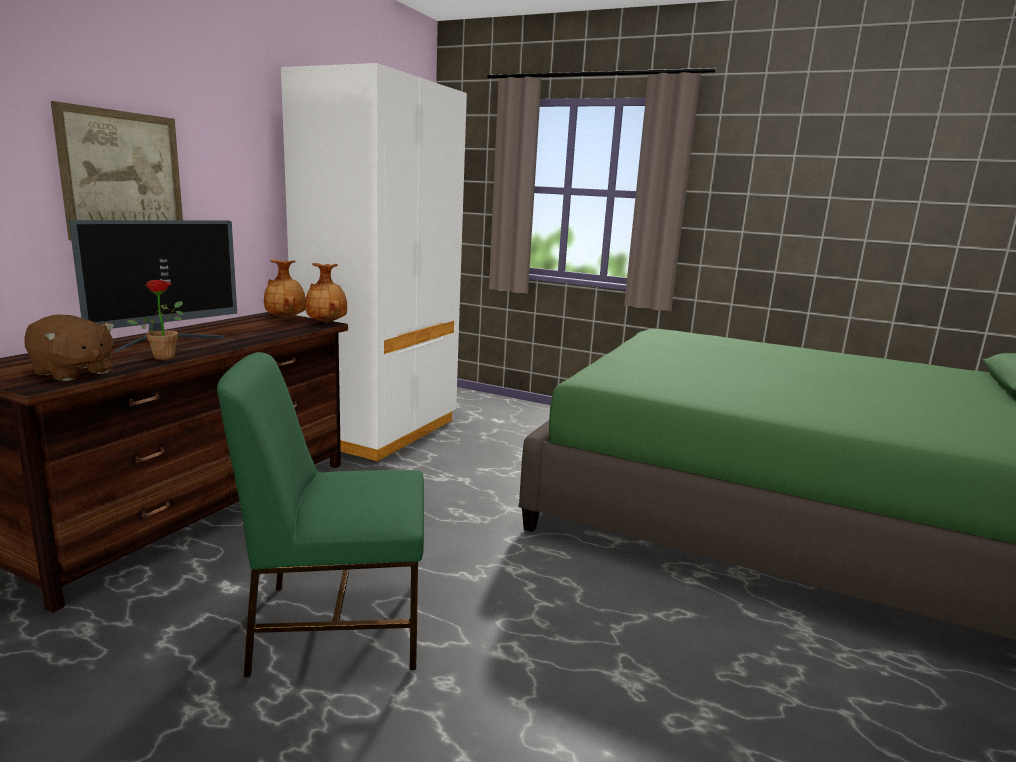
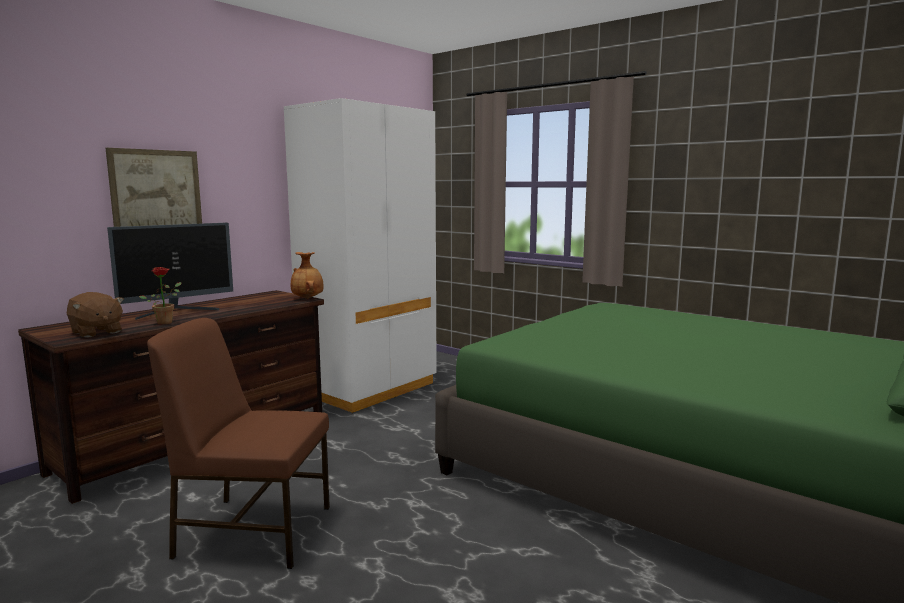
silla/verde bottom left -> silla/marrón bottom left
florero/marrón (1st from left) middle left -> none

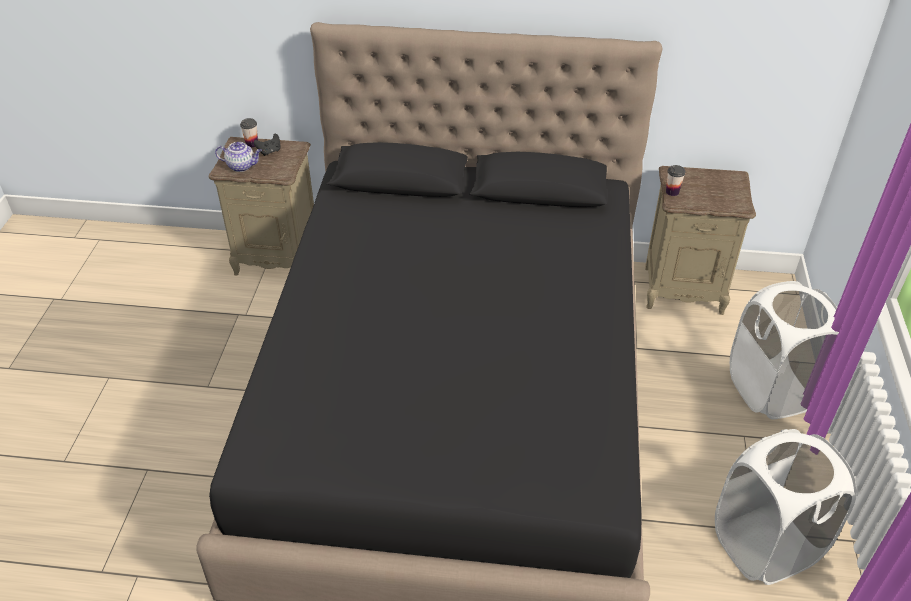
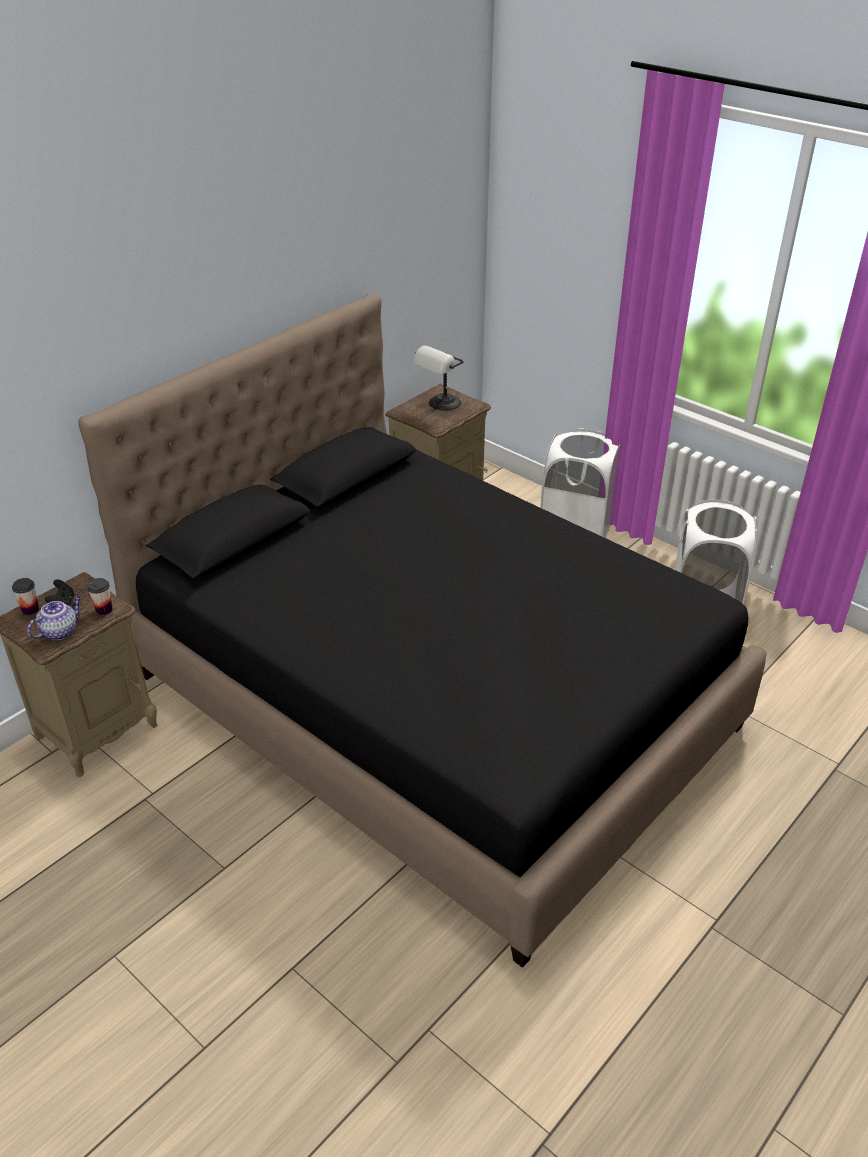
taza (2nd from left) top right -> taza (2nd from left) middle left, move
none -> lámpara de mesa top centre

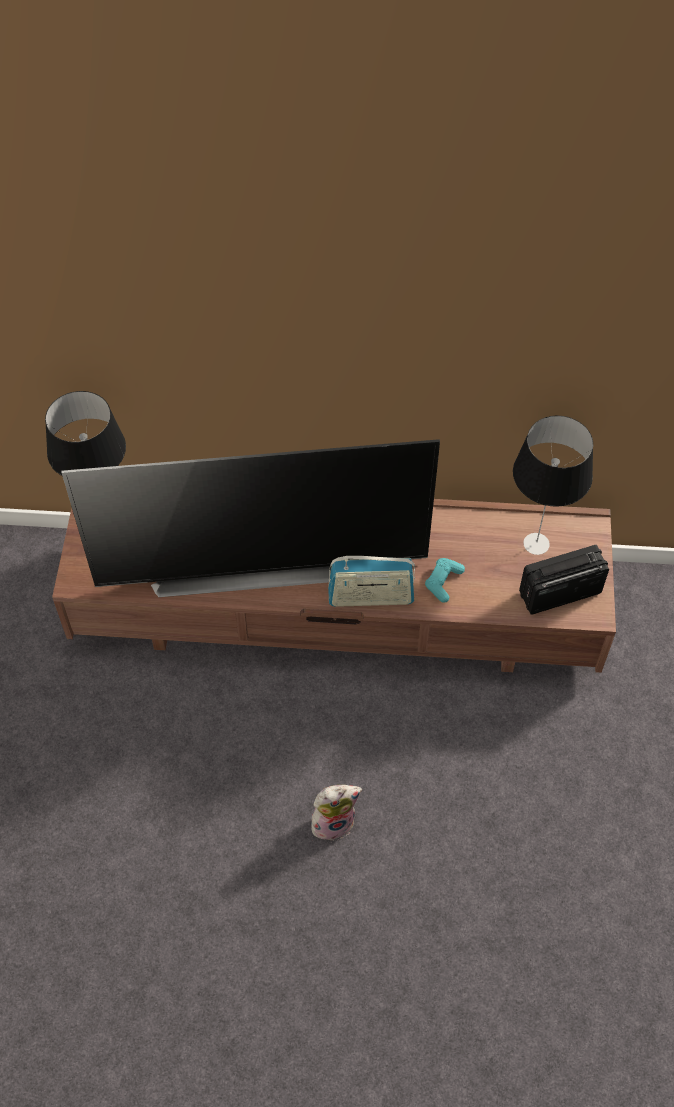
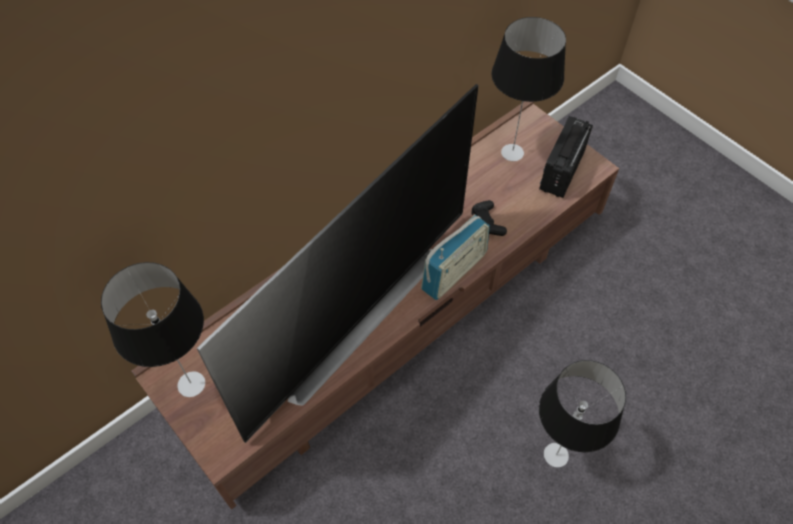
mando de consola/turquesa centre -> mando de consola/negro centre
peluche bottom centre -> lámpara de mesa (3rd from left) bottom right

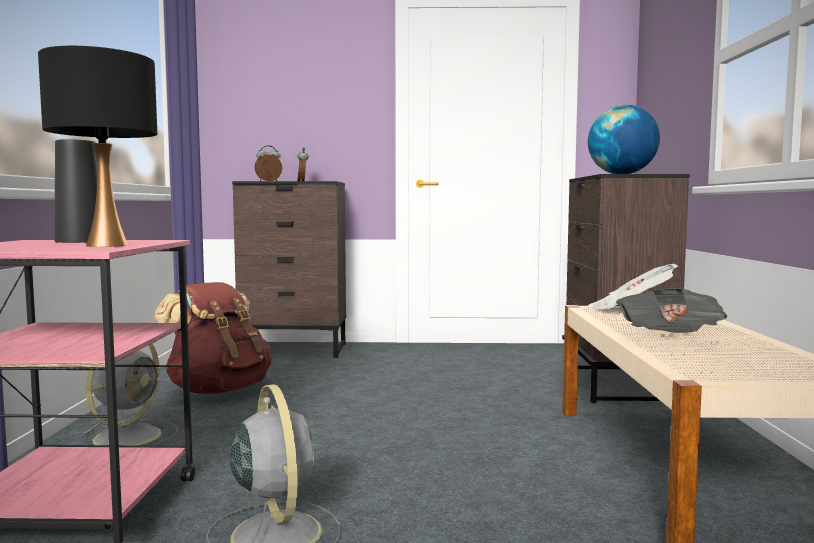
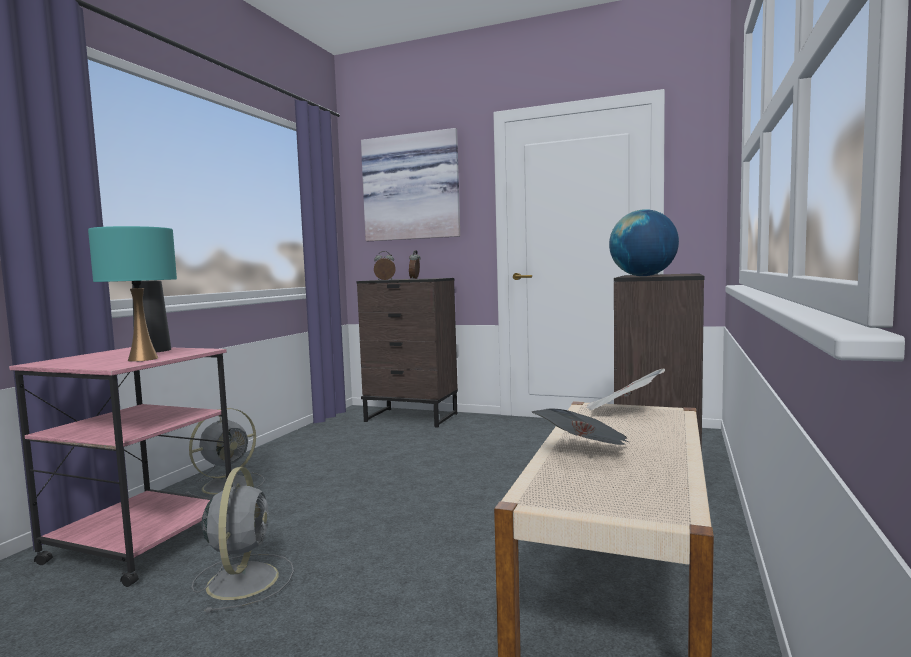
lámpara de mesa/negro top left -> lámpara de mesa/turquesa middle left
none -> cuadro top centre
mochila/marrón middle left -> none

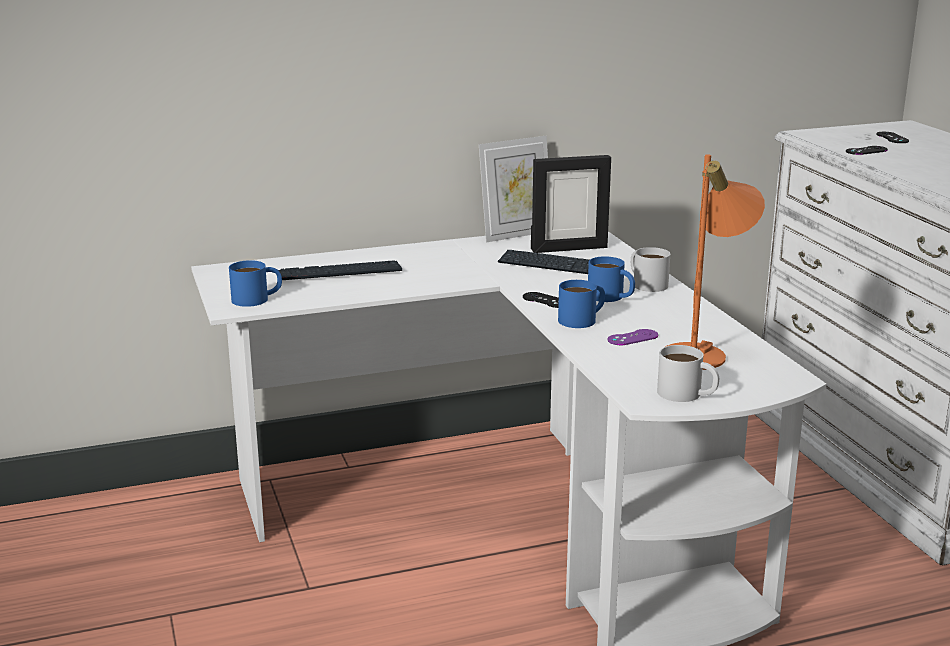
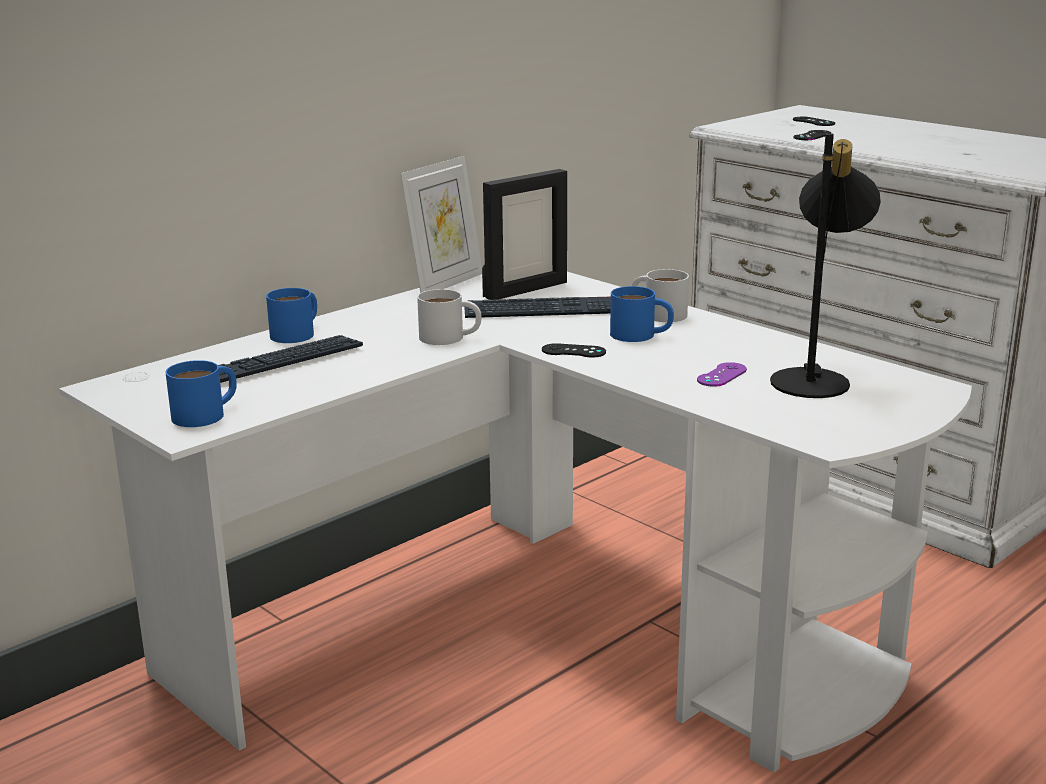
taza grande/azul (2nd from left) centre -> taza grande/azul (2nd from left) middle left, move
taza grande/blanco (2nd from left in the first image) middle right -> taza grande/blanco (1st from left) centre, move
lámpara de mesa/naranja middle right -> lámpara de mesa/negro middle right

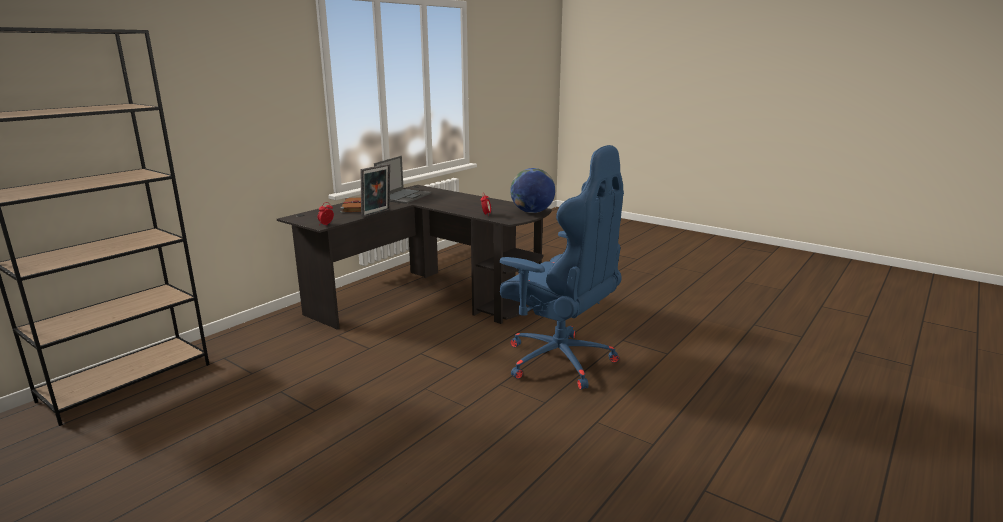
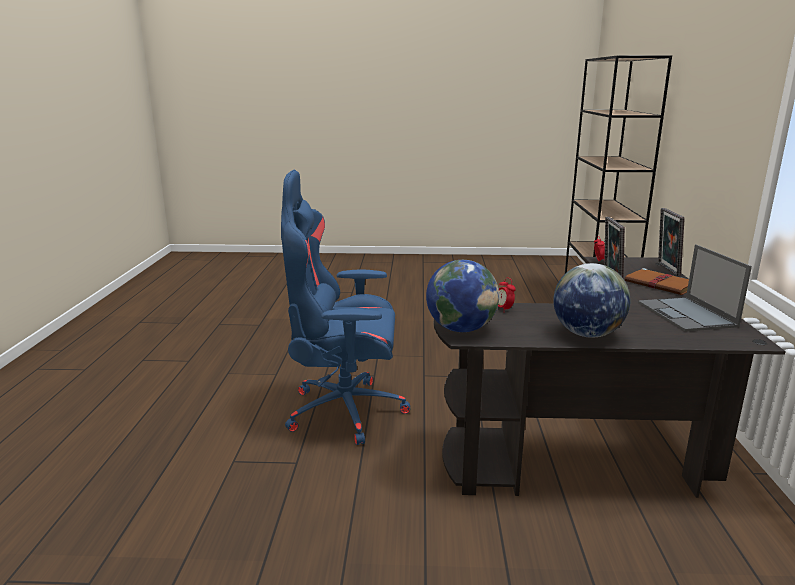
none -> globo terráqueo (2nd from left) middle right
none -> portarretratos (2nd from left) middle right

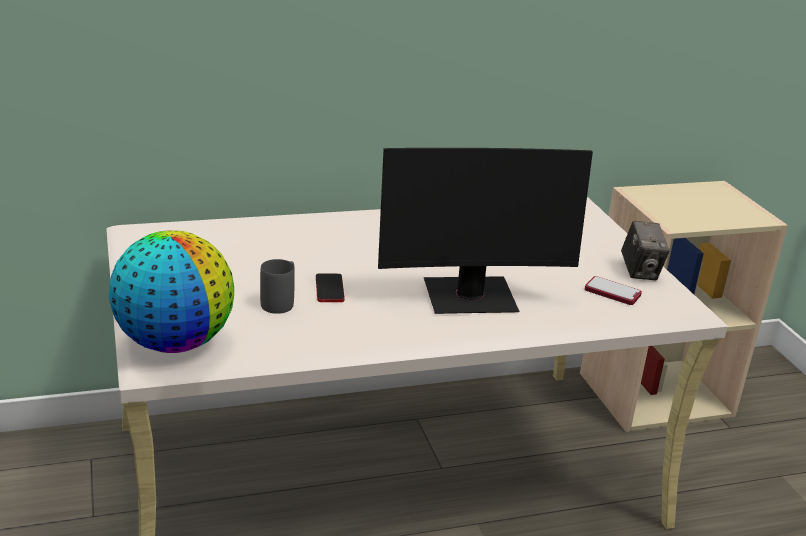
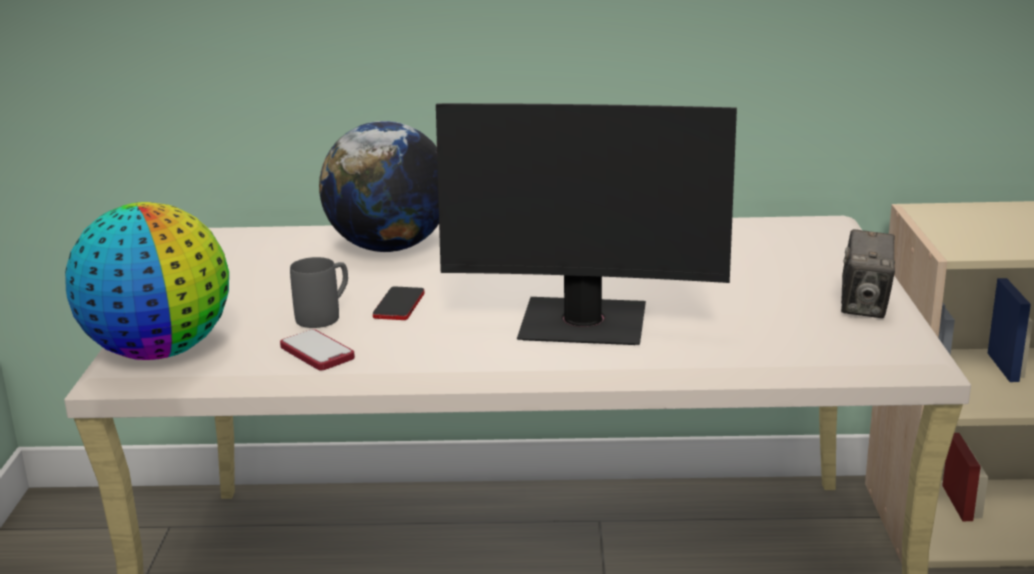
móvil (2nd from left in the first image) middle right -> móvil (1st from left) middle left, move
none -> globo terráqueo (2nd from left) top centre

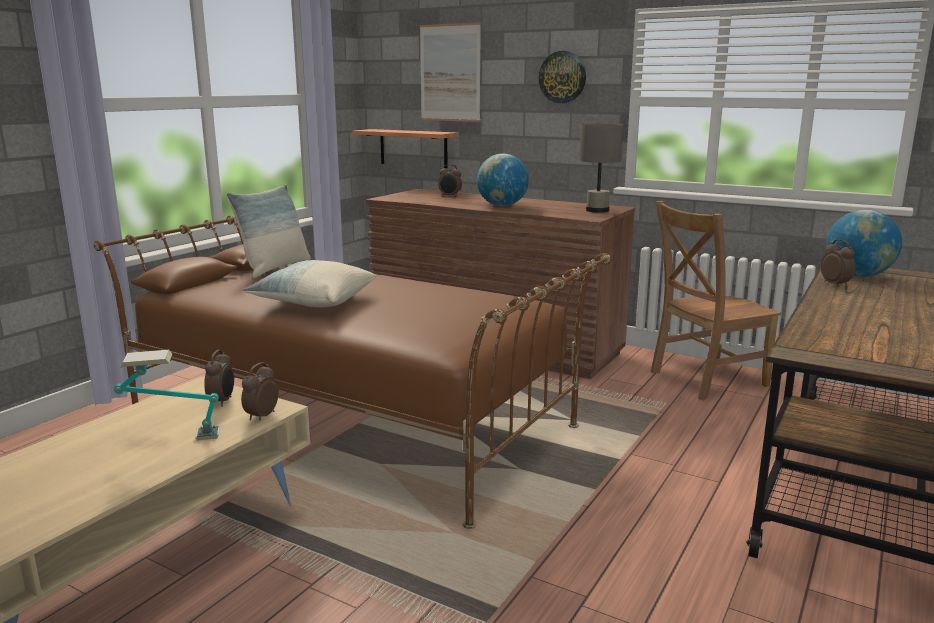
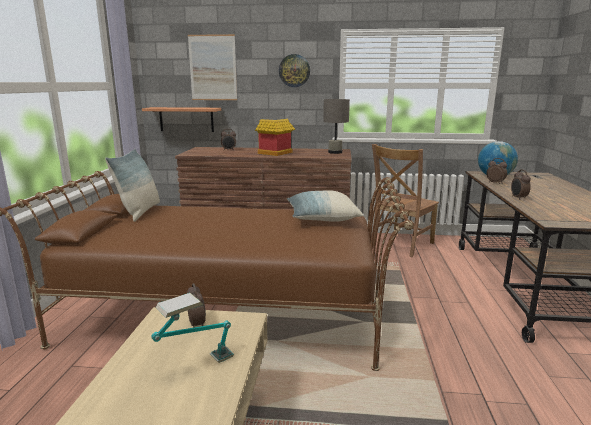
globo terráqueo (1st from left) top centre -> casita top centre
cojín (2nd from left) middle left -> cojín (2nd from left) centre, move
despertador (2nd from left in the first image) middle left -> despertador (4th from left) middle right, move

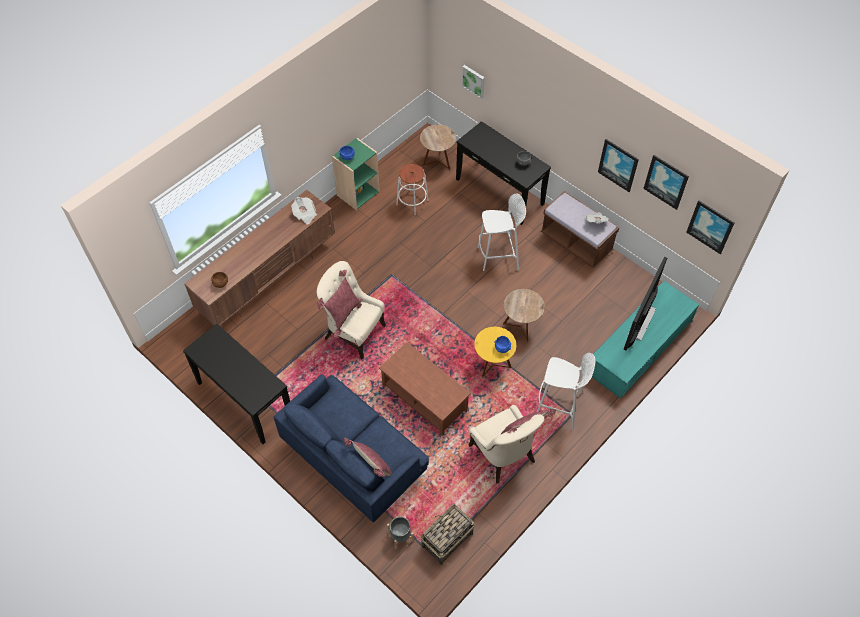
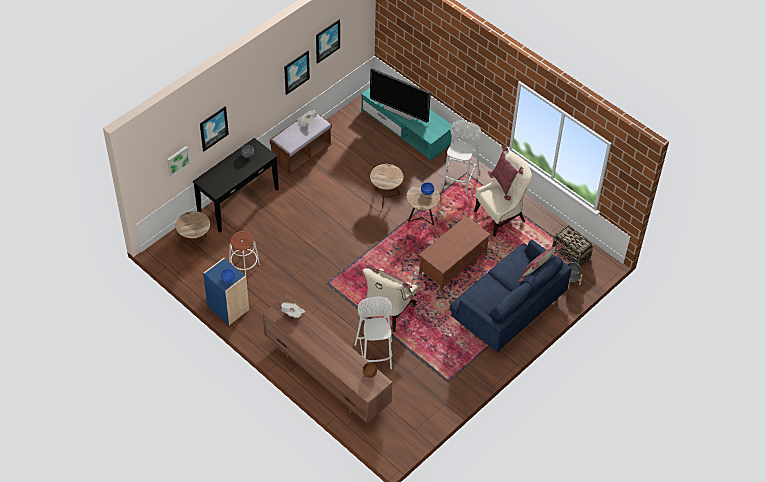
cuadro (4th from left in the first image) middle right -> cuadro (2nd from left) top left, move
estantería/verde top centre -> estantería/azul middle left
taburete/blanco (2nd from left) centre -> taburete/blanco (2nd from left) bottom centre, move
mesa auxiliar/amarillo centre -> mesa auxiliar/marrón (3rd from left) centre
mesa consola/negro (1st from left) middle left -> none

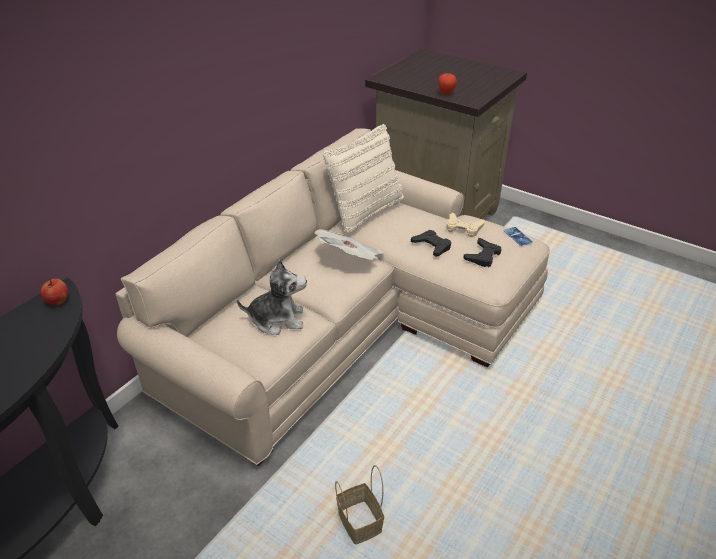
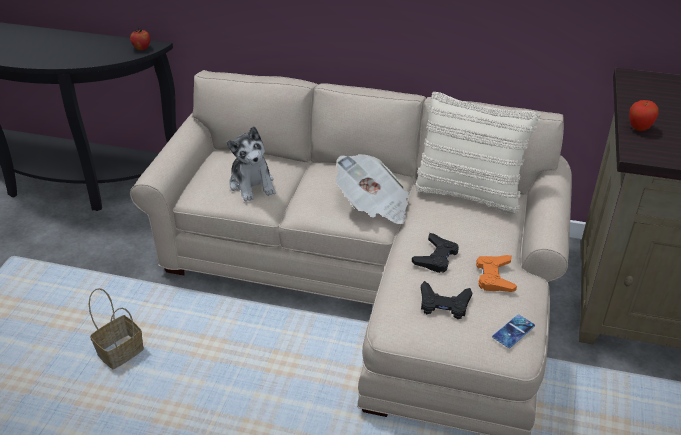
mando de consola/beis centre -> mando de consola/naranja middle right

